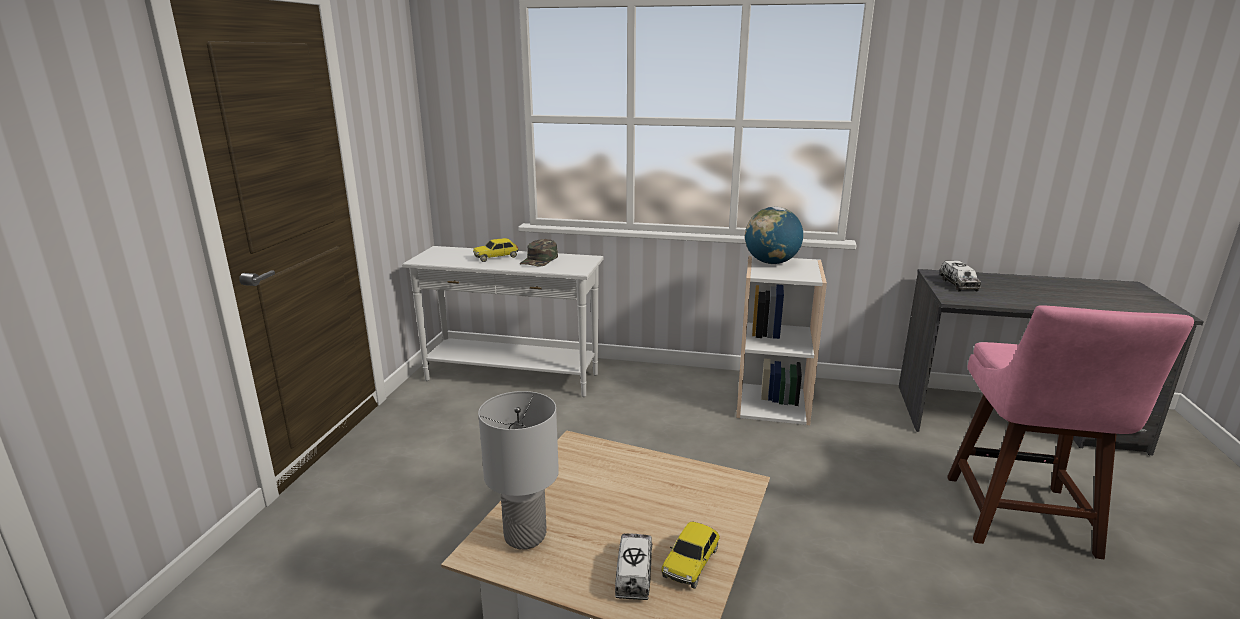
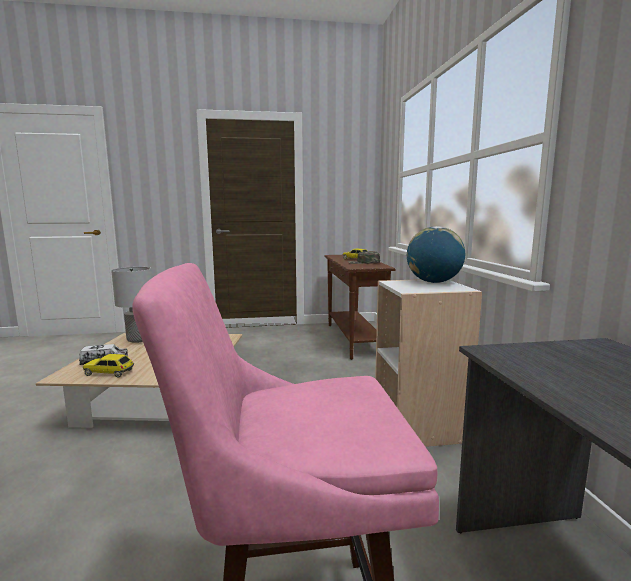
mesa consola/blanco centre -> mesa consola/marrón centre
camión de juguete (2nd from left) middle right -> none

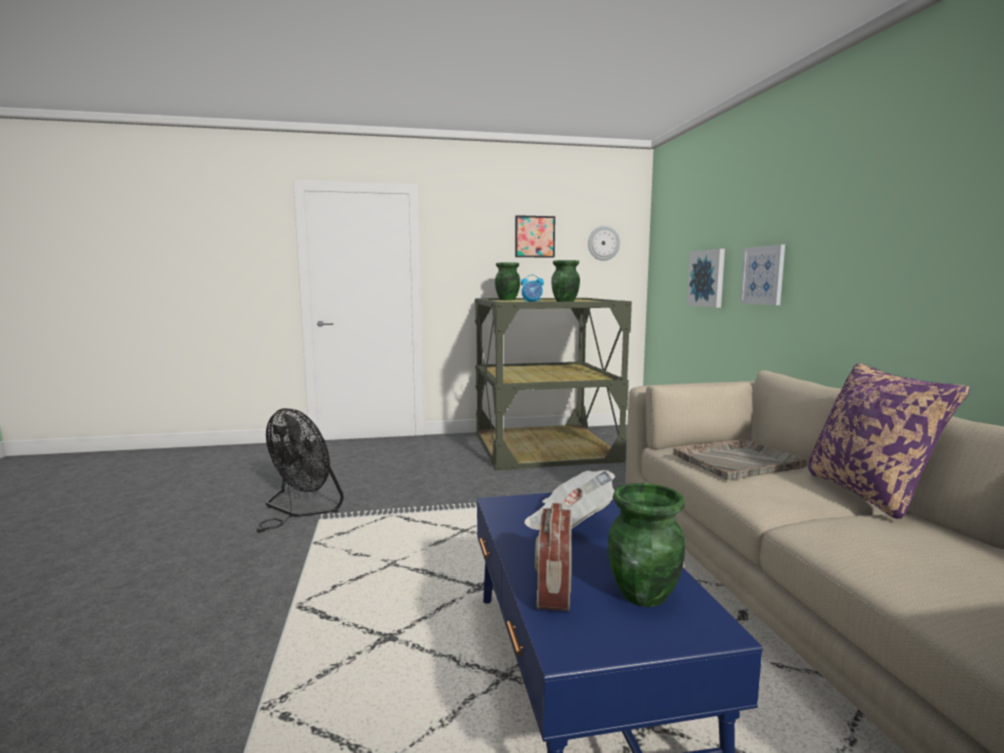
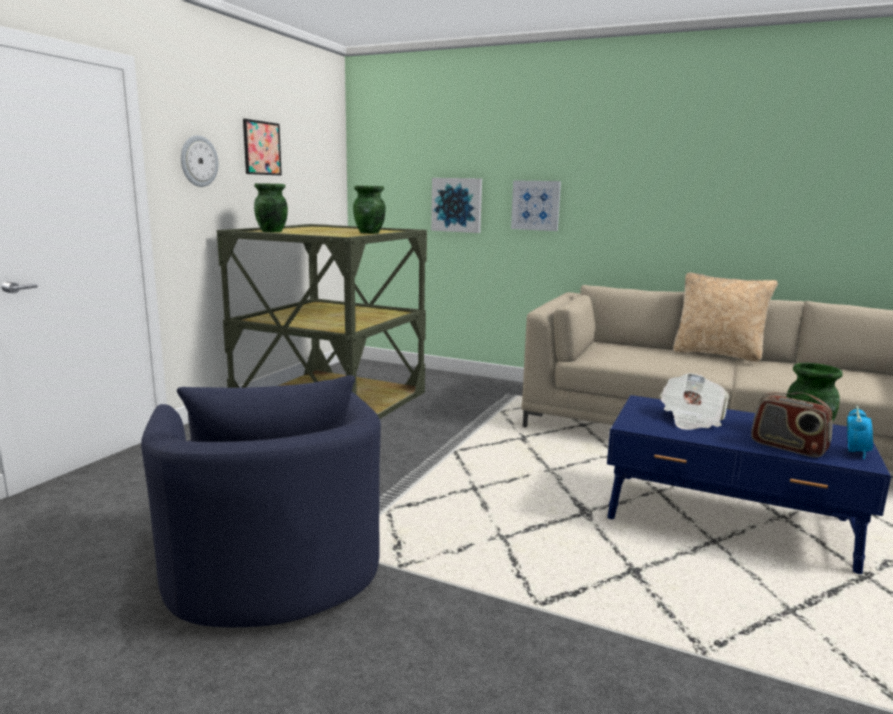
ventilador/negro middle left -> sillón/azul bottom left
reloj de pared top centre -> reloj de pared top left, move
cojín/morado middle right -> cojín/beis middle right
despertador centre -> despertador middle right, move
bandeja/gris middle right -> none

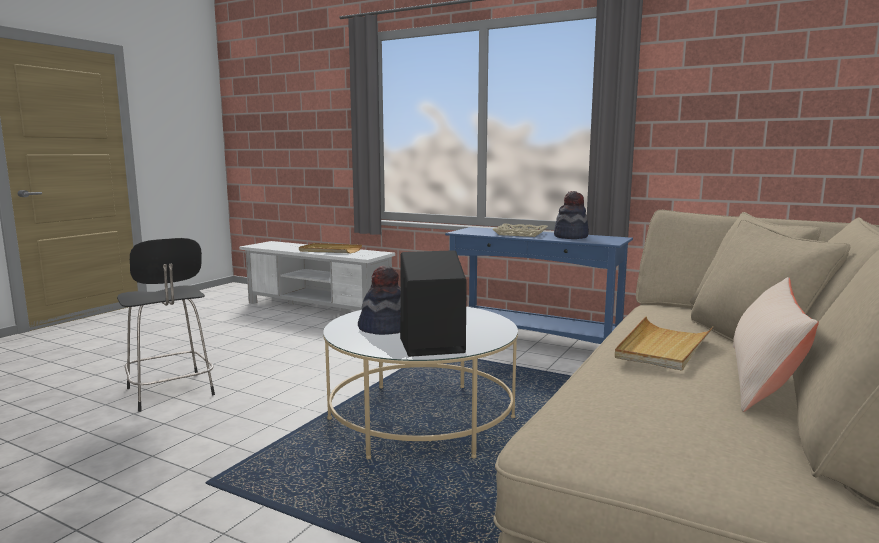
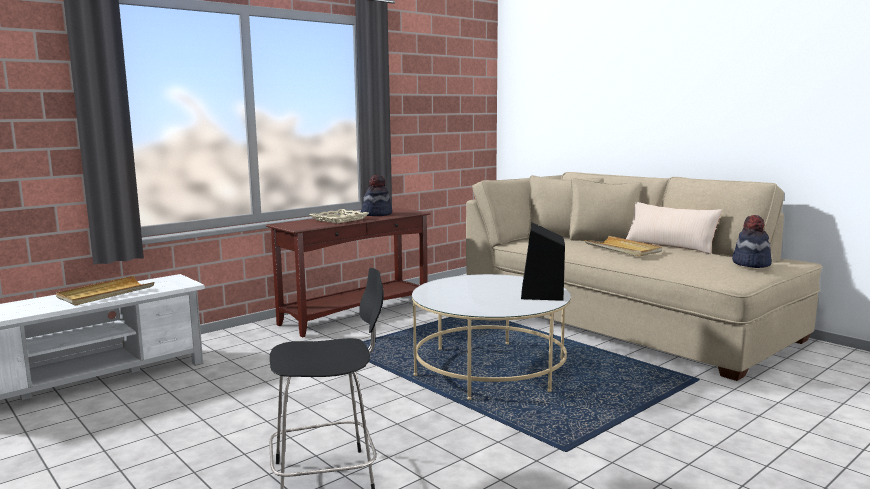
mesa consola/azul centre -> mesa consola/marrón centre
sombrero (1st from left in the first image) centre -> sombrero (2nd from left) middle right, move

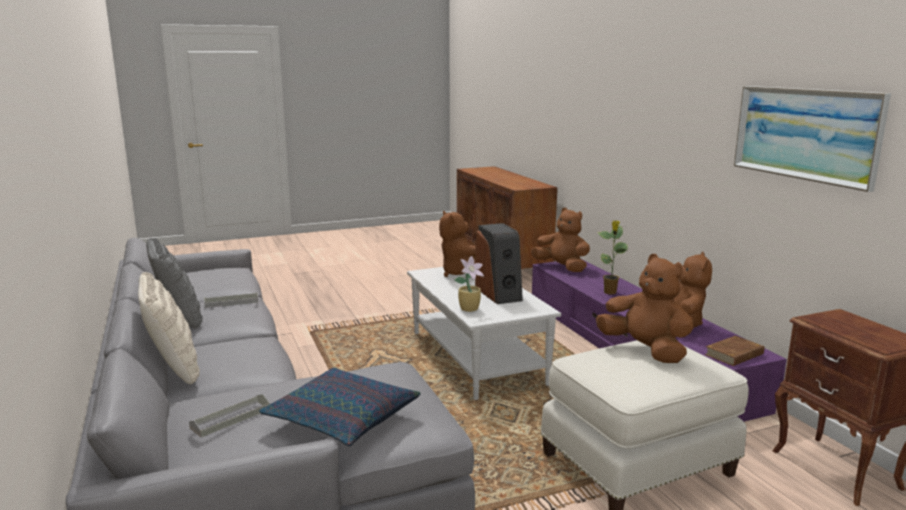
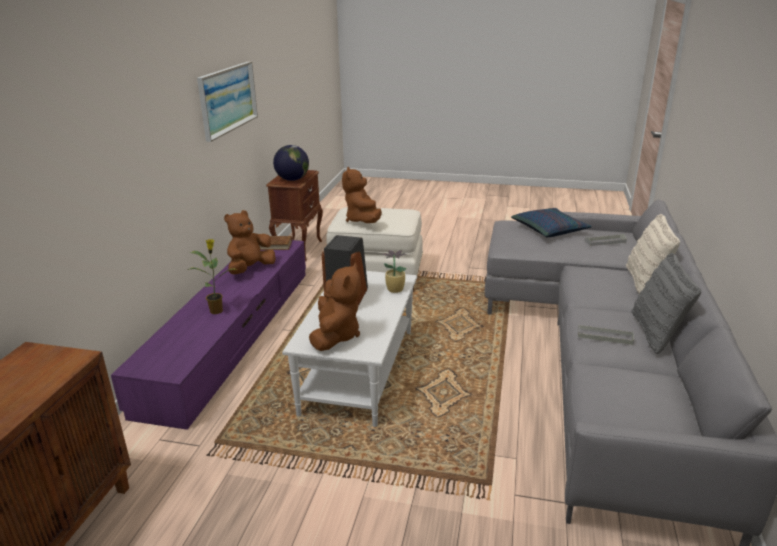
none -> globo terráqueo top centre
peluche/marrón (2nd from left) centre -> none

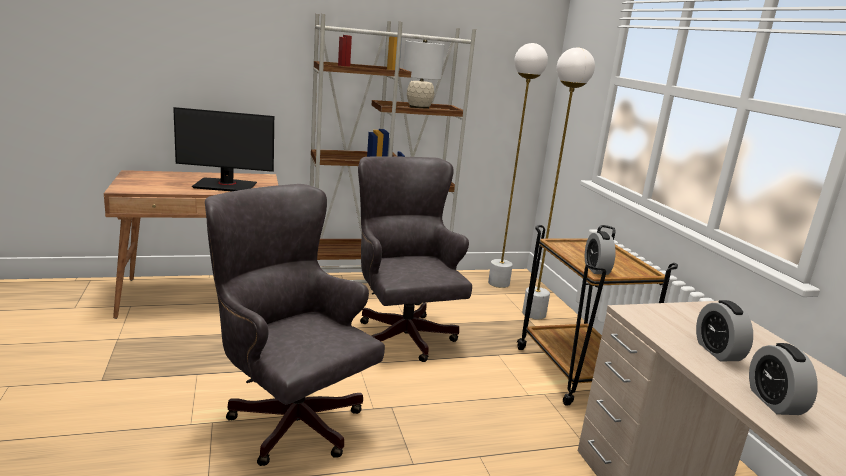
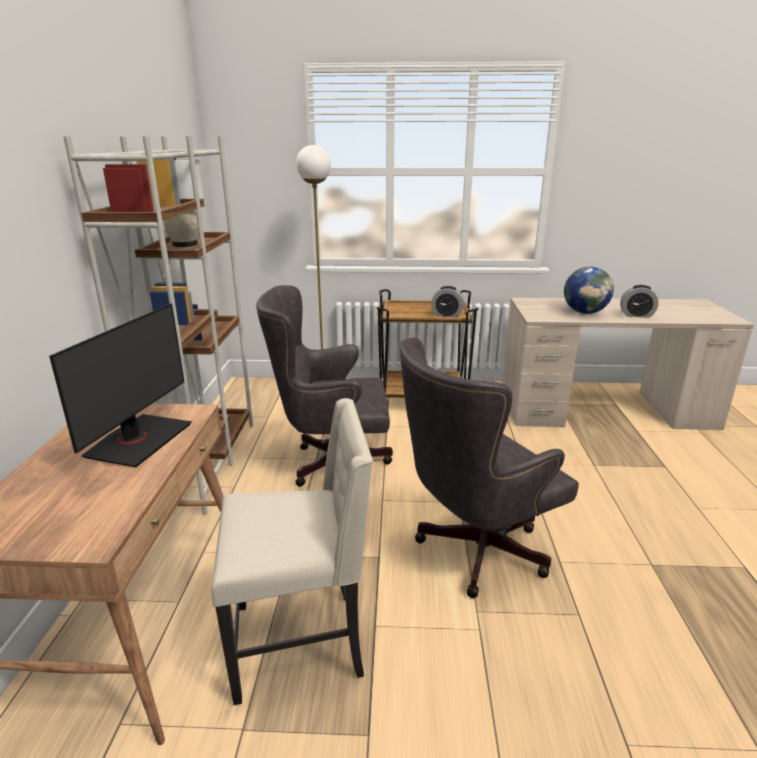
none -> silla/beis bottom centre
despertador (2nd from left) bottom right -> globo terráqueo middle right
lámpara de pie/blanco (1st from left) centre -> none

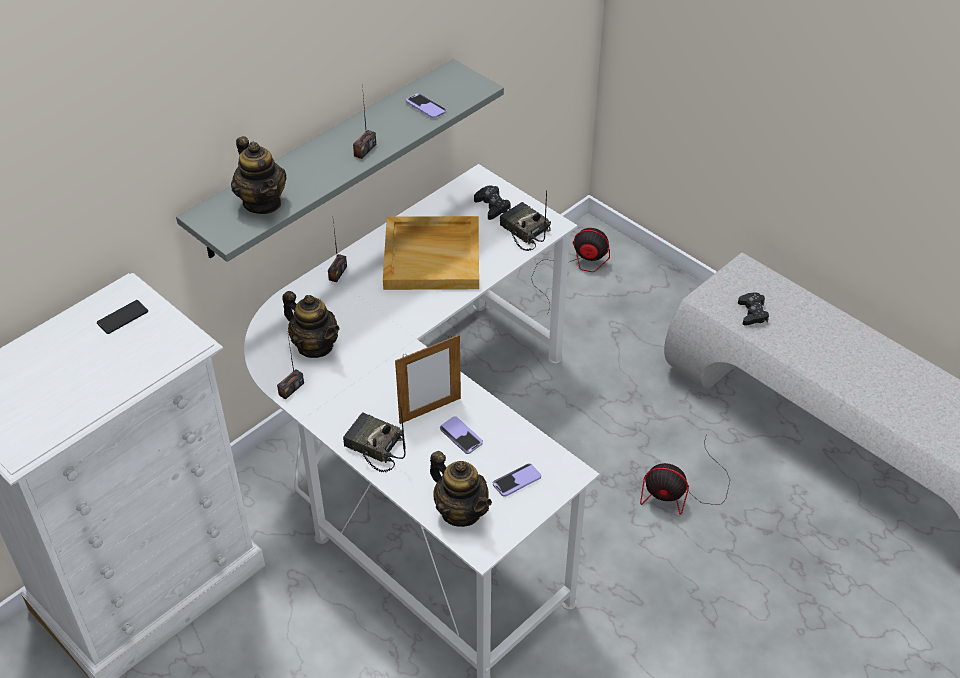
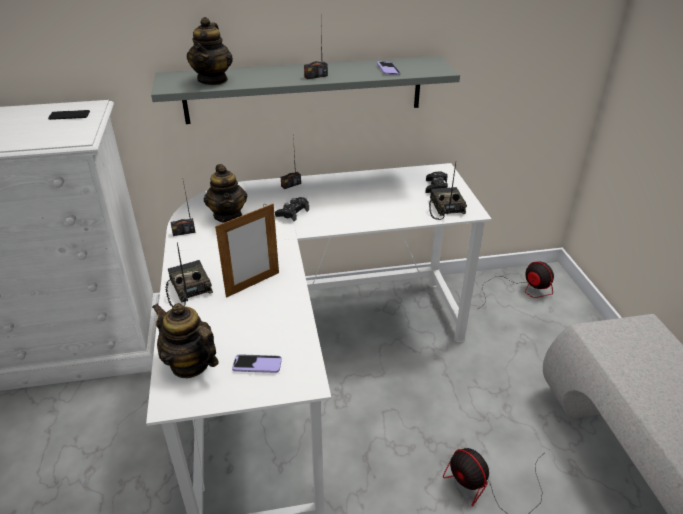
tetera (3rd from left in the first image) bottom centre -> tetera (1st from left) middle left, 135 degrees clockwise
portarretratos centre, 45 degrees counterclockwise
mando de consola/negro (2nd from left in the first image) middle right -> mando de consola/negro (1st from left) centre, move
bandeja/beis centre -> none
móvil (3rd from left) centre -> none

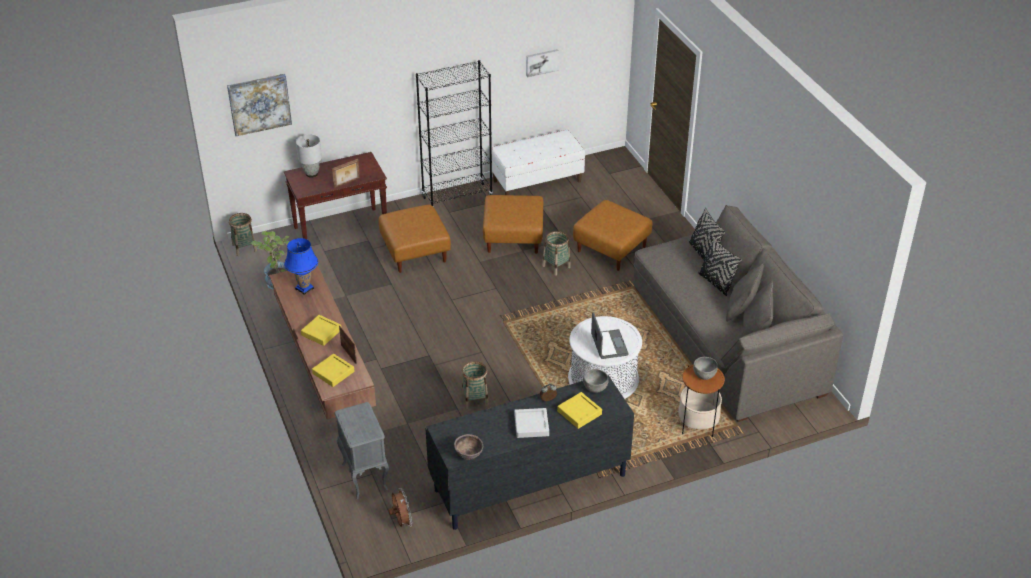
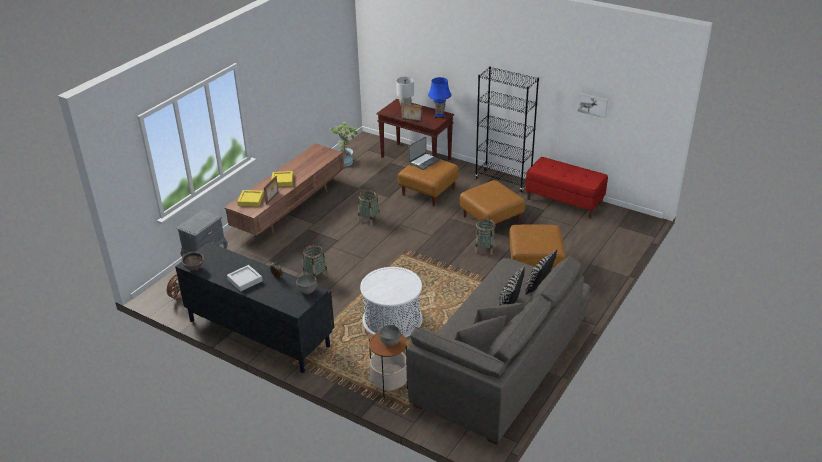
cesta (1st from left in the first image) middle left -> cesta (2nd from left) centre, move
portátil centre -> portátil top centre, move
lámpara de mesa/azul middle left -> lámpara de mesa/azul top centre, move
banco/blanco top centre -> banco/rojo middle right
cuadro (1st from left) top left -> none
bandeja/amarillo (3rd from left) bottom centre -> none

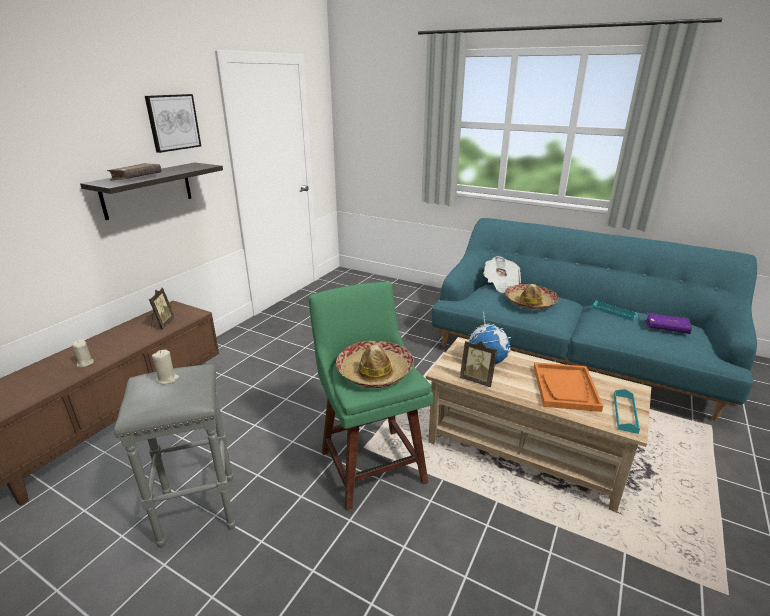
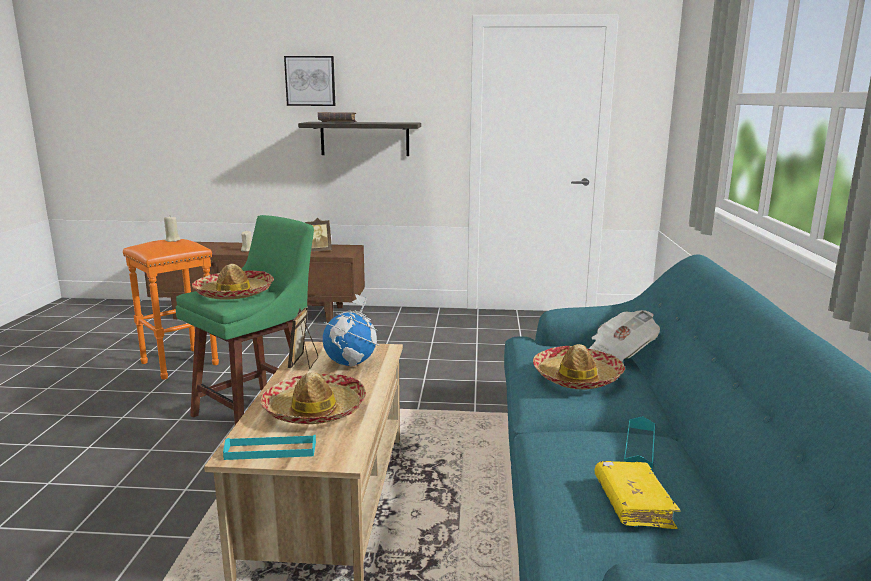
taburete/gris bottom left -> taburete/naranja middle left
bandeja/naranja middle right -> sombrero (2nd from left) bottom centre
cuadro top left -> cuadro top centre, move
libro/morado middle right -> libro/amarillo bottom right

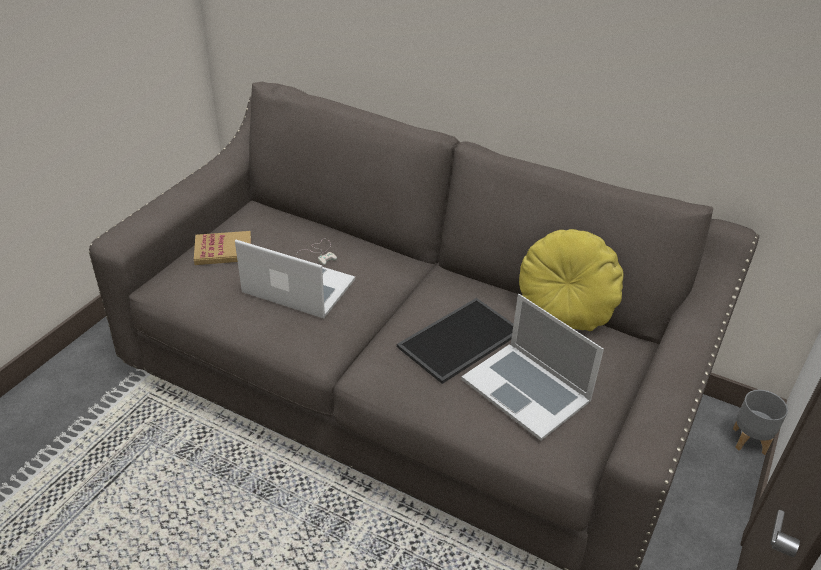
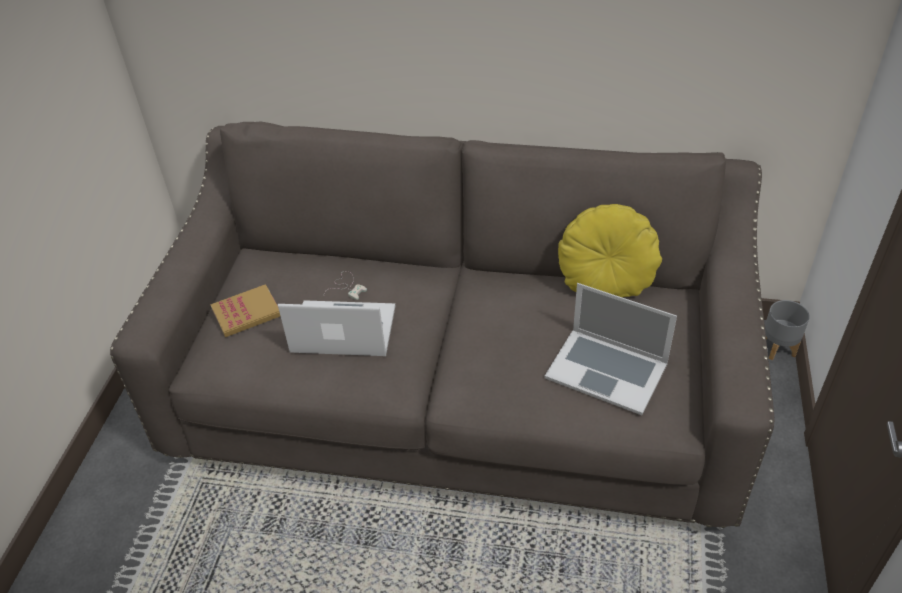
bandeja centre -> none

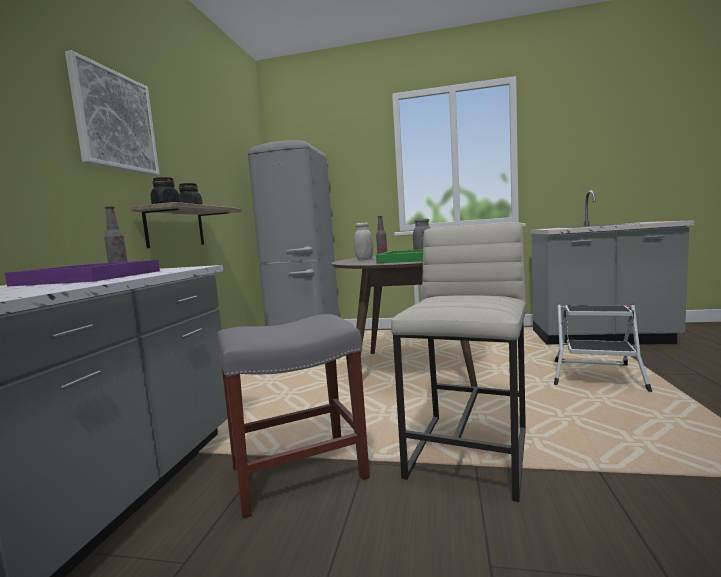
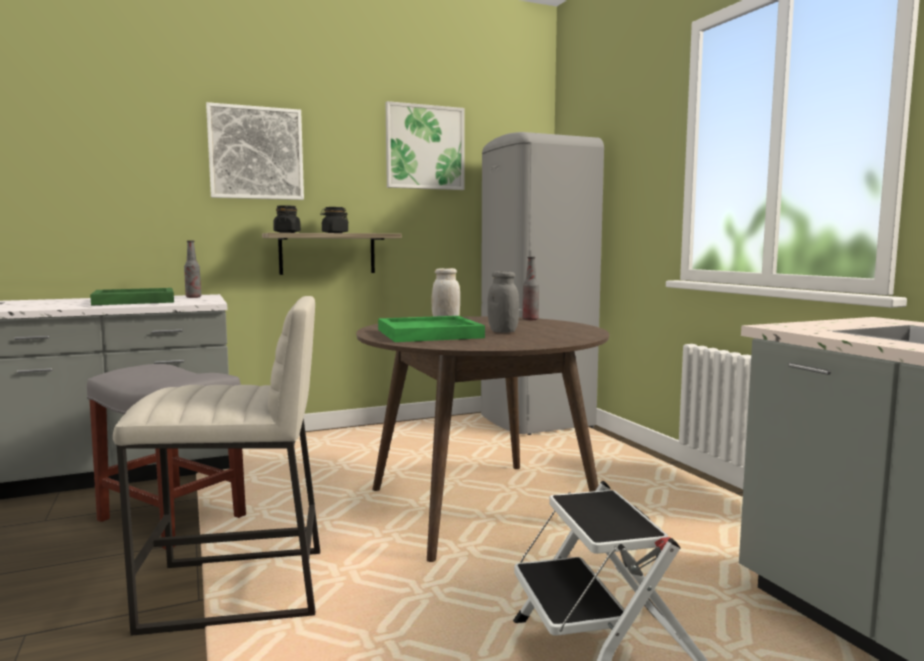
bandeja/morado middle left -> bandeja/verde (1st from left) middle left
none -> cuadro (2nd from left) top centre

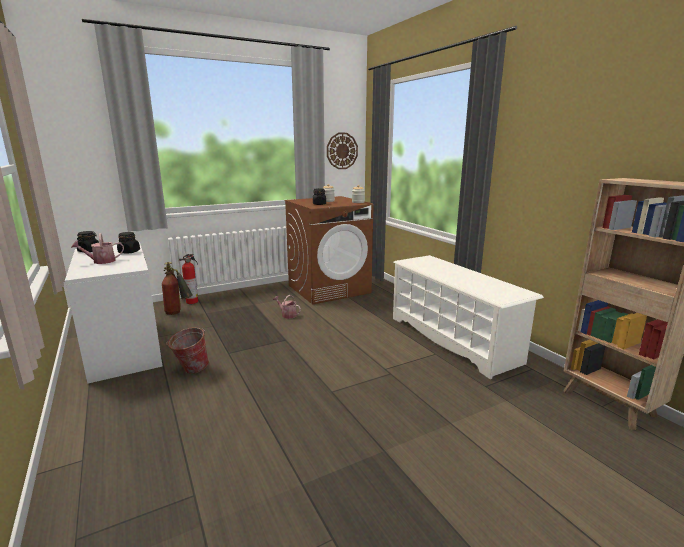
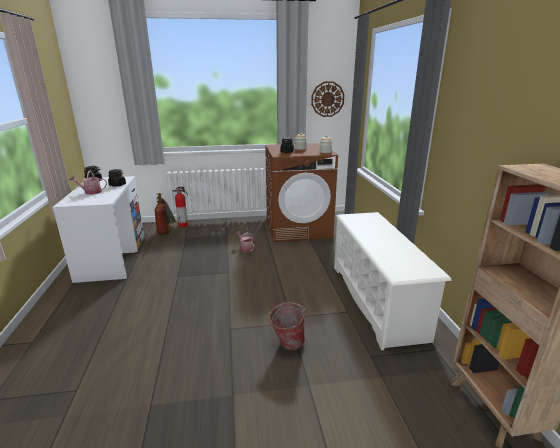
cubo middle left -> cubo bottom centre, move

